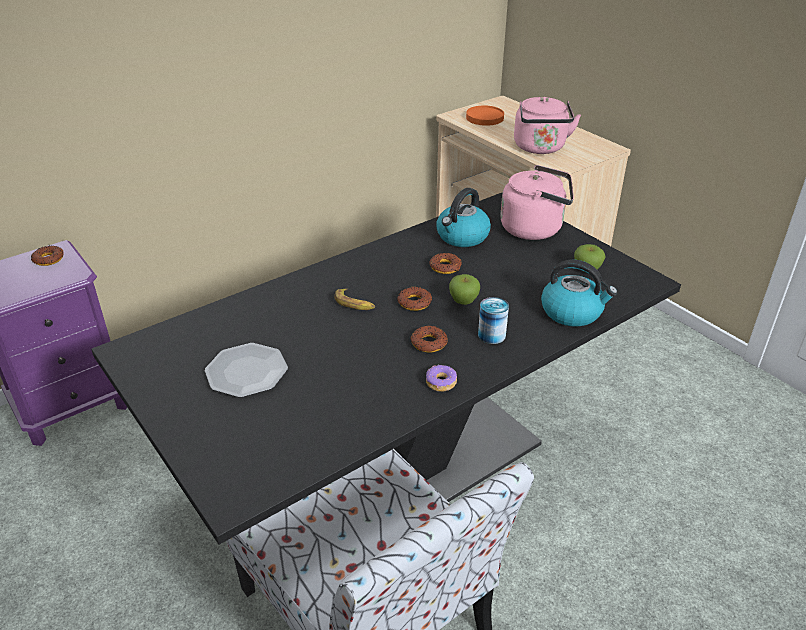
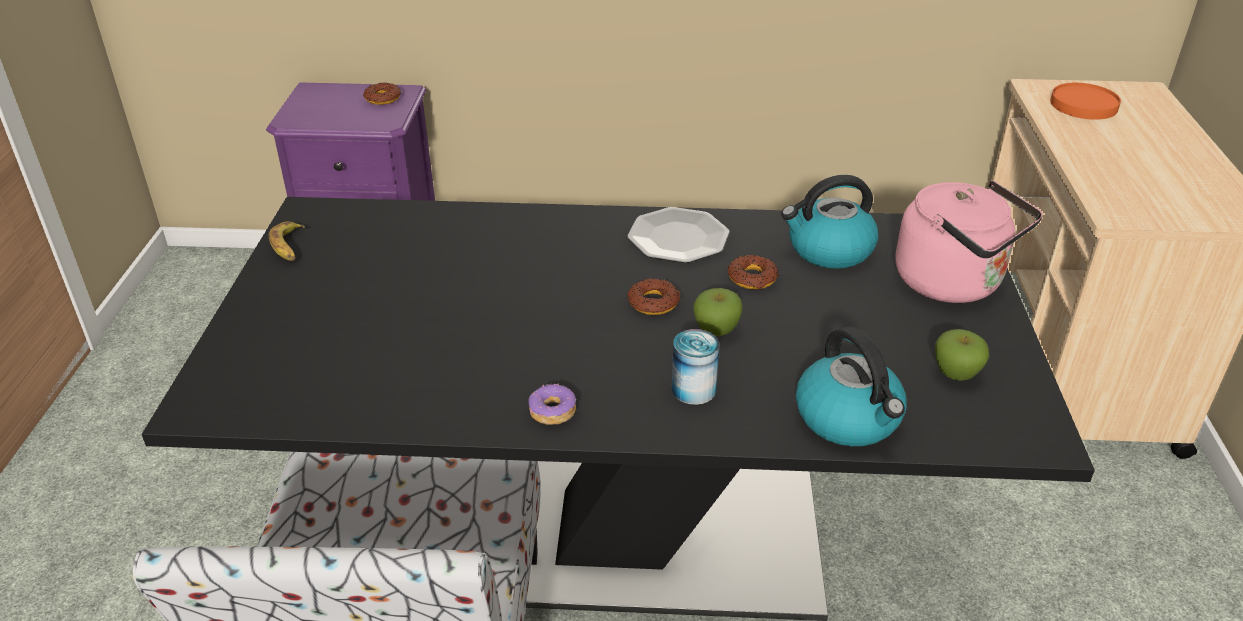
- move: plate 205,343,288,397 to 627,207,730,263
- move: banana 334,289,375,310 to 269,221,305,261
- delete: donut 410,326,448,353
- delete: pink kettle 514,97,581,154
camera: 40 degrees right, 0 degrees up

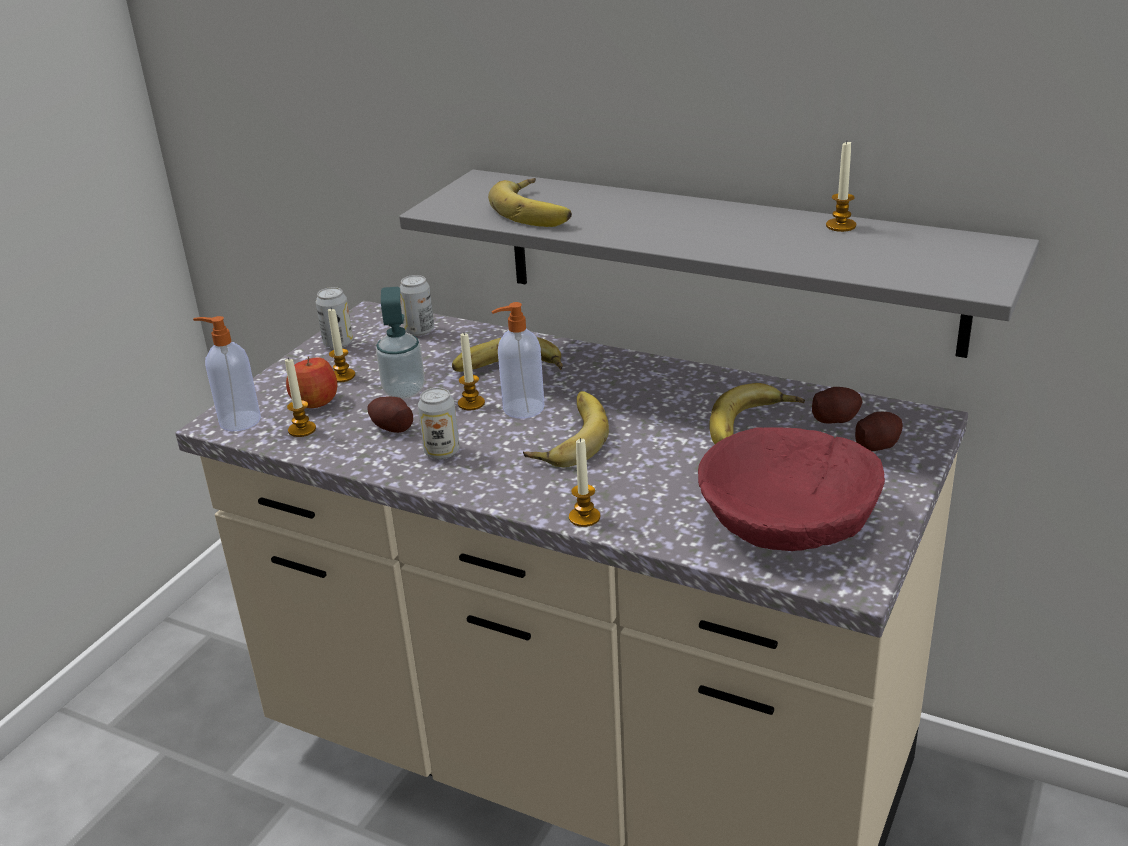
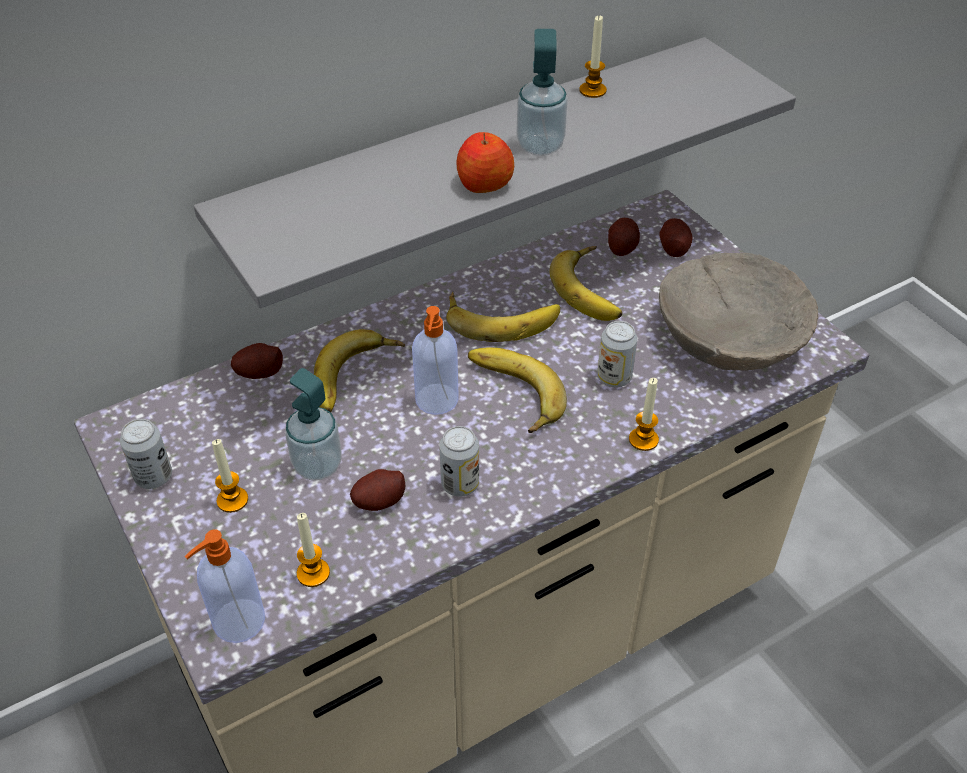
- move: apple 286,356,337,408 to 456,132,514,193
- move: can 400,275,434,336 to 597,321,638,387
- delete: candle 458,333,485,410
- move: banana 488,178,572,227 to 446,292,560,342
- recolor: red bowl 698,427,885,551 to beige bowl 659,253,818,371
- insert: potato 231,343,283,379
- insert: soap dispenser 517,29,568,156
camera: 60 degrees left, 15 degrees up

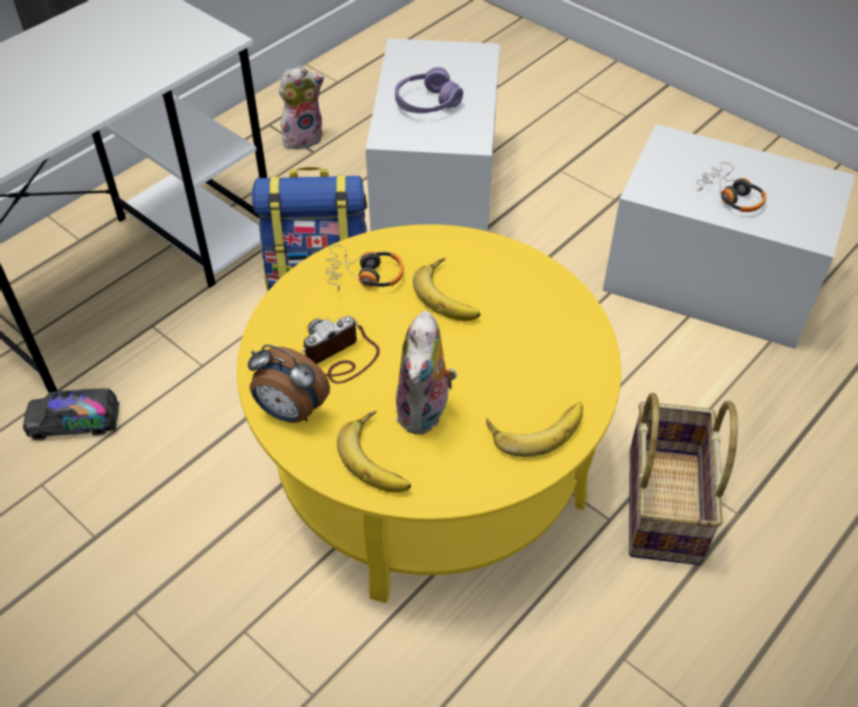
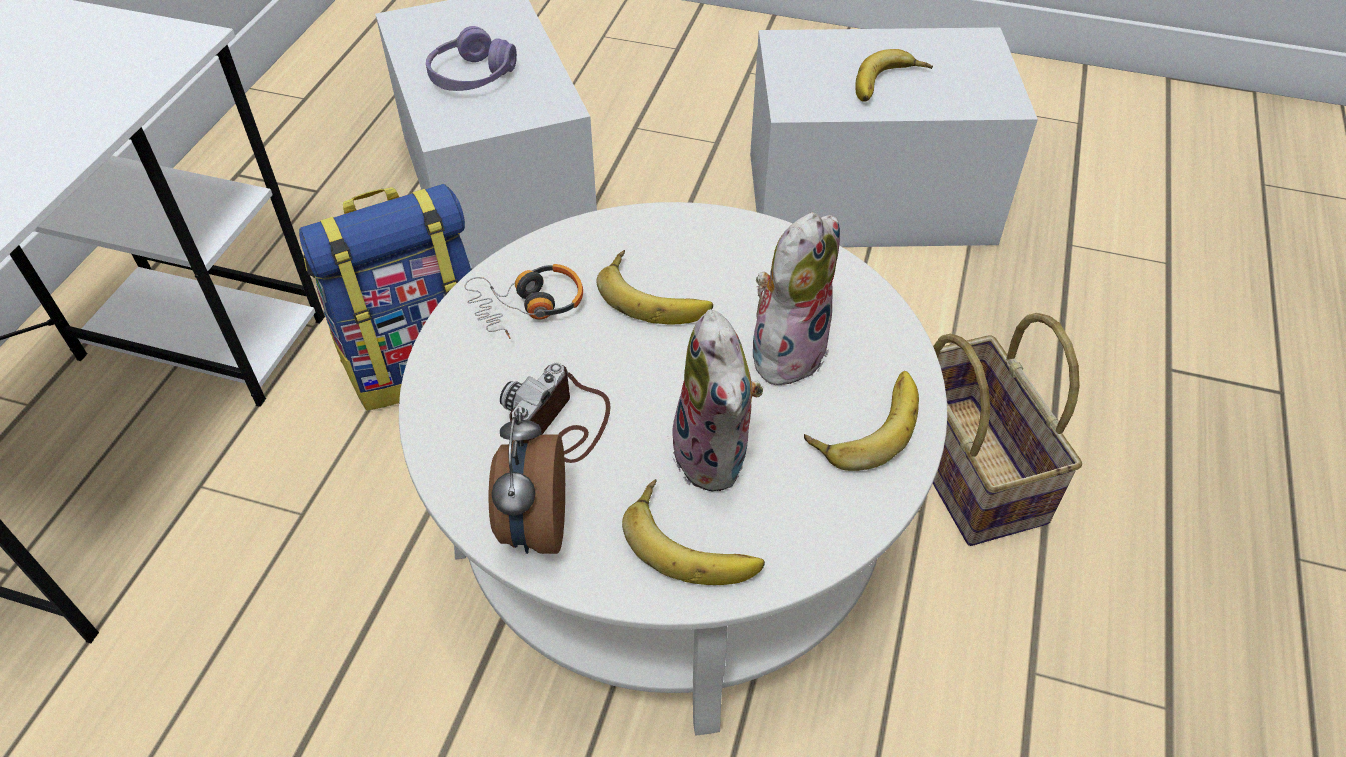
- delete: toy truck 23,388,120,441
- recolor: yellow coffee table 237,224,621,603 to white coffee table 399,202,947,735
- rotate: alarm clock 248,345,330,423 = 489,412,565,554 90 degrees clockwise
- move: plush toy 279,66,324,149 to 753,212,840,392
- replace: headphones 696,162,766,212 to banana 855,49,933,102
camera: 25 degrees left, 0 degrees up

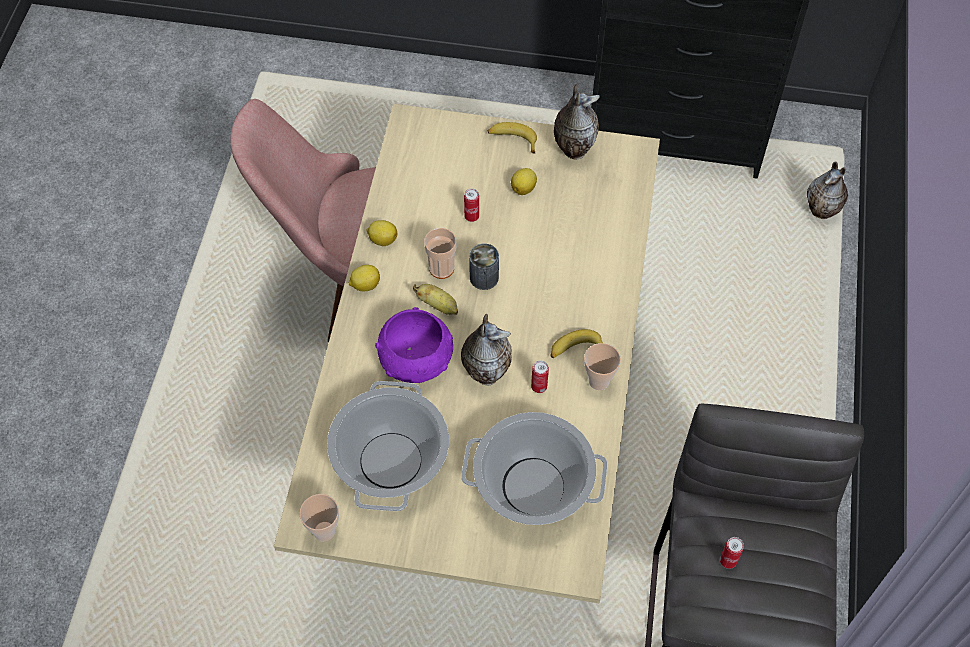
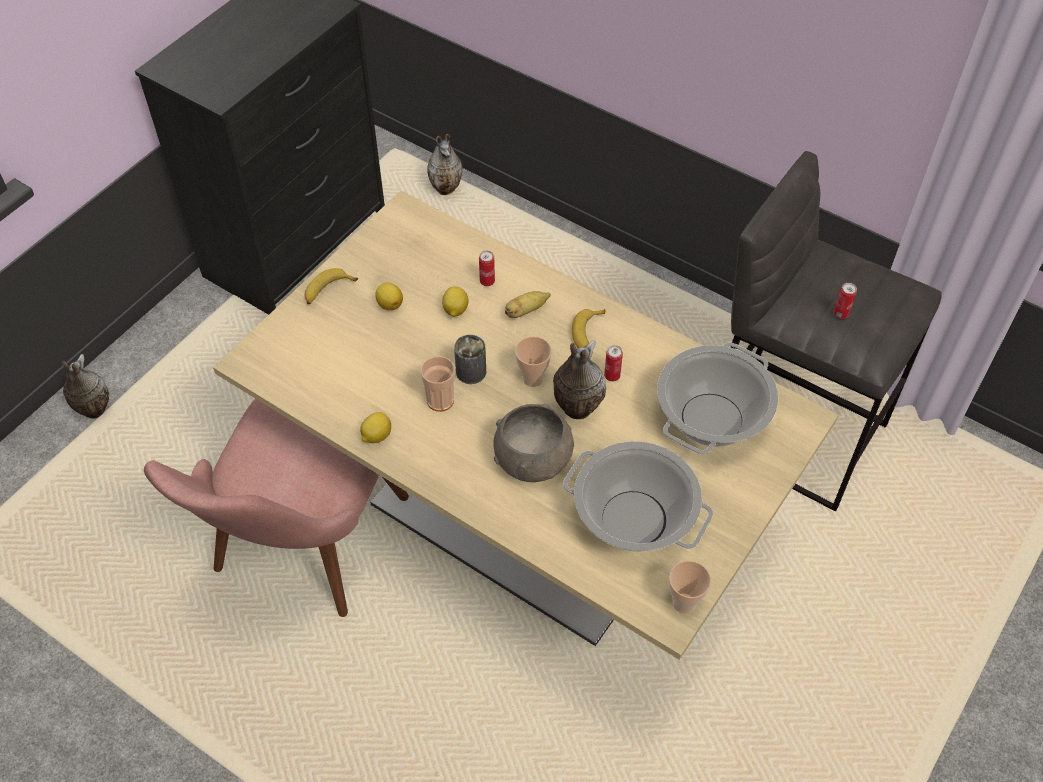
- move: lemon 349,265,380,291 to 442,286,469,317
- recolor: purple bowl 375,307,453,383 to grey bowl 493,404,574,482
- move: banana 413,284,458,315 to 505,291,551,318
- move: can 464,189,479,222 to 479,250,495,286
- move: vase 554,84,600,160 to 62,354,109,419
- move: cup 584,343,621,390 to 515,336,552,387
camera: 65 degrees left, 5 degrees down

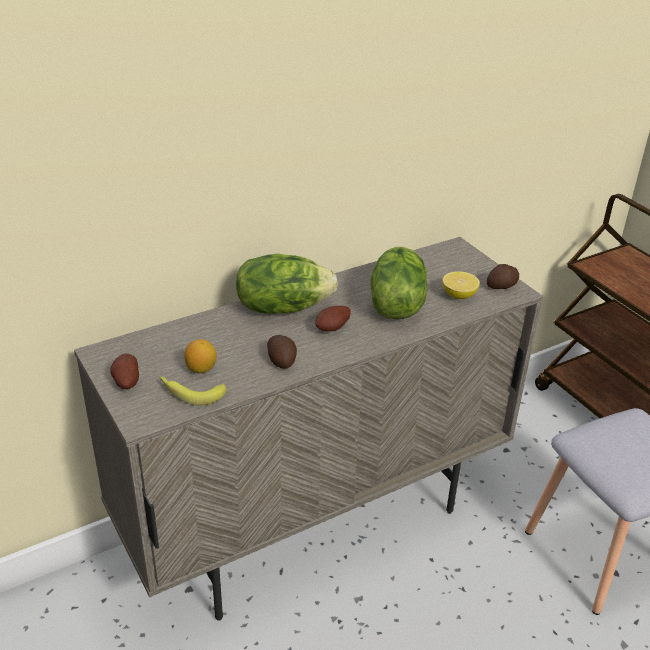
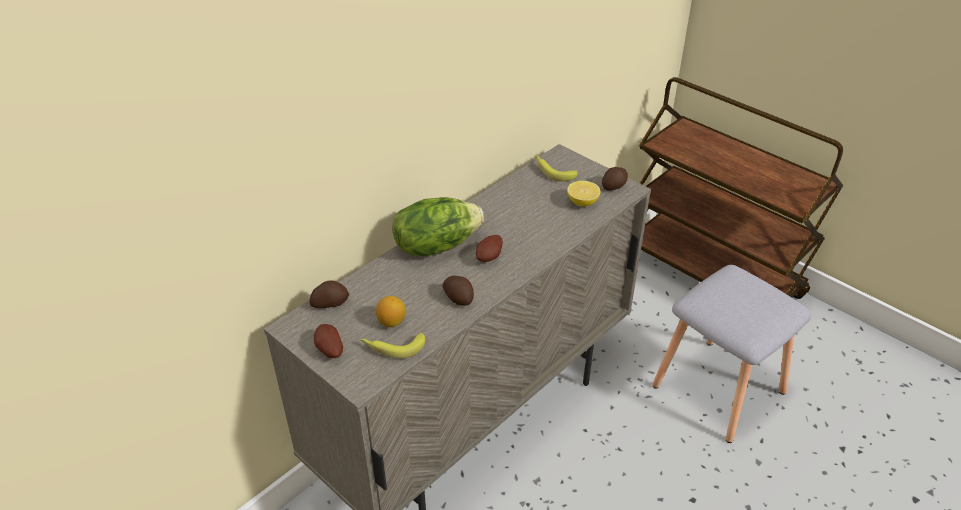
- delete: lettuce 370,246,427,320
- insert: potato 309,281,349,308
- insert: banana 536,155,577,181
camera: 15 degrees left, 5 degrees up

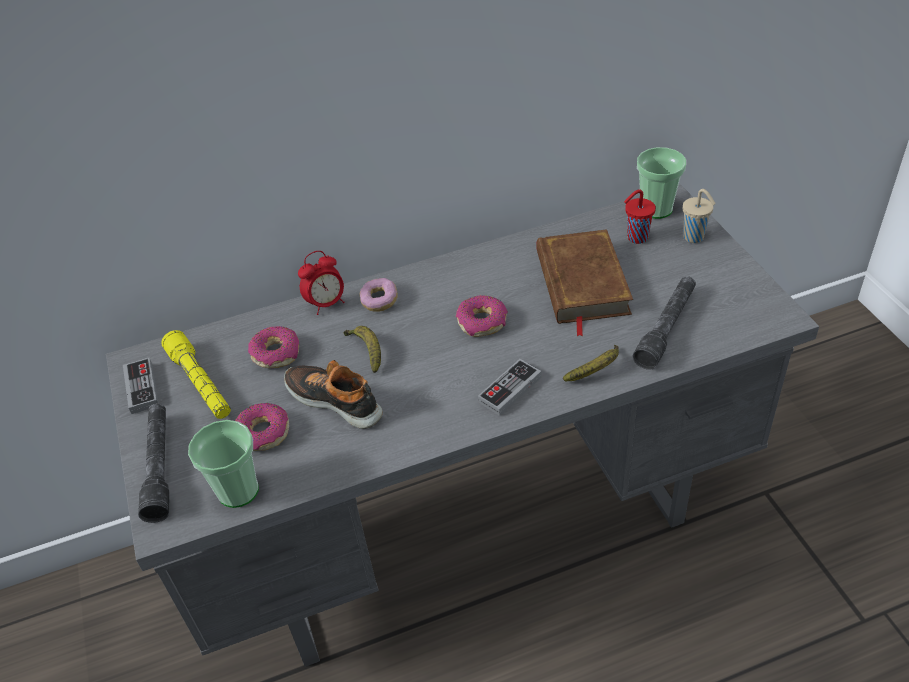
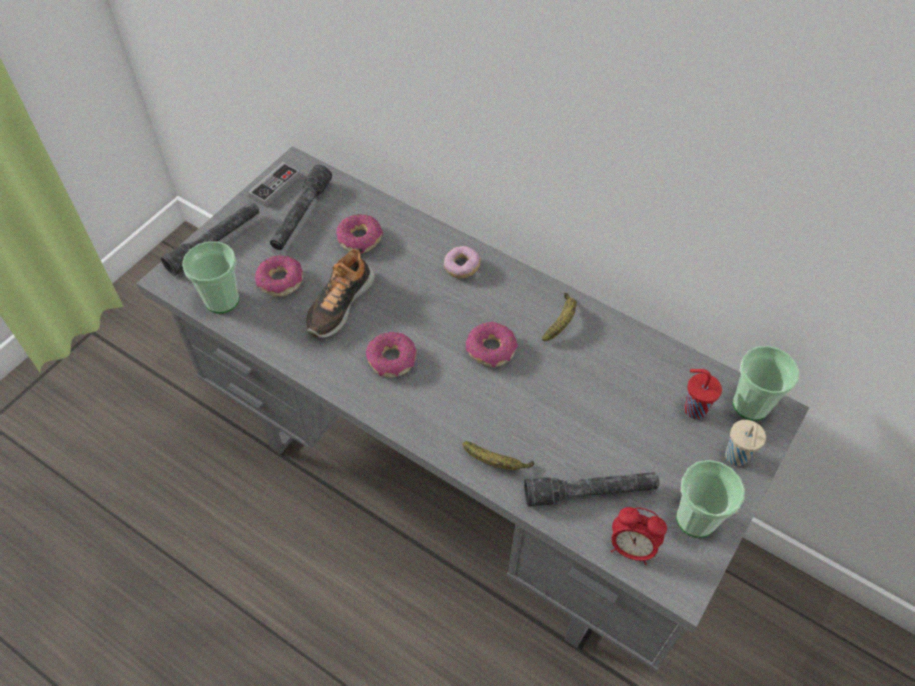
- recolor: yellow flashlight 161,330,231,419 to grey flashlight 270,164,332,250
- rotate: shoe 284,360,383,429 = 306,248,375,338 150 degrees counterclockwise
- move: alarm clock 298,251,345,315 to 611,507,667,565
- move: banana 343,326,381,373 to 542,293,576,341
- delete: game controller 478,359,541,416
- delete: brown book 536,229,633,336
- insert: donut 366,332,416,377
- insert: cup 676,460,745,538
camera: 50 degrees right, 10 degrees up

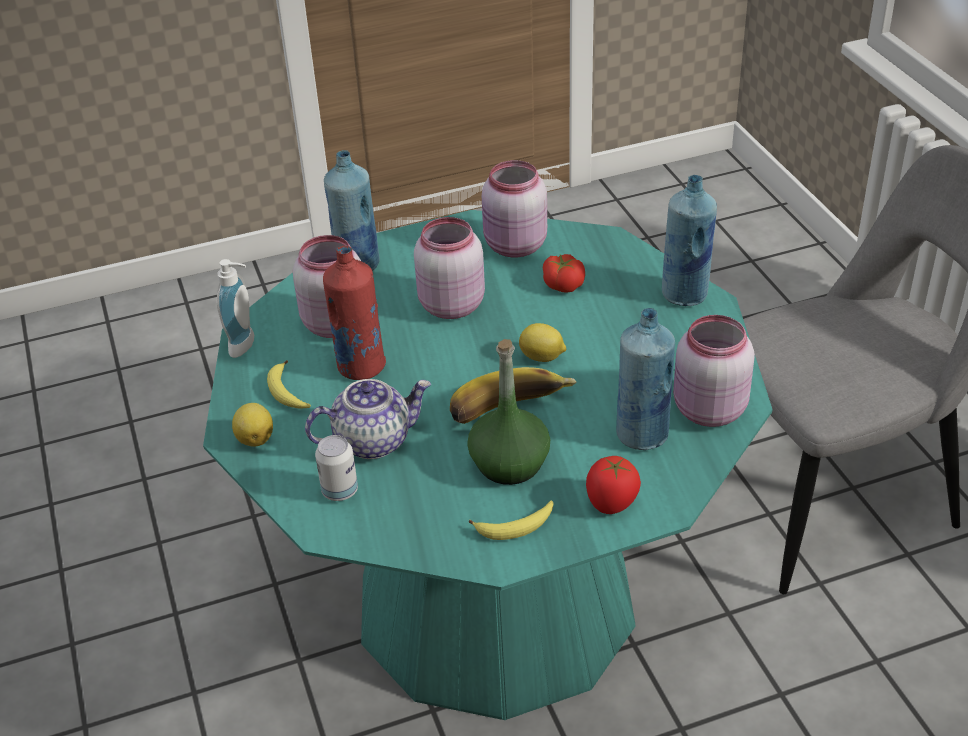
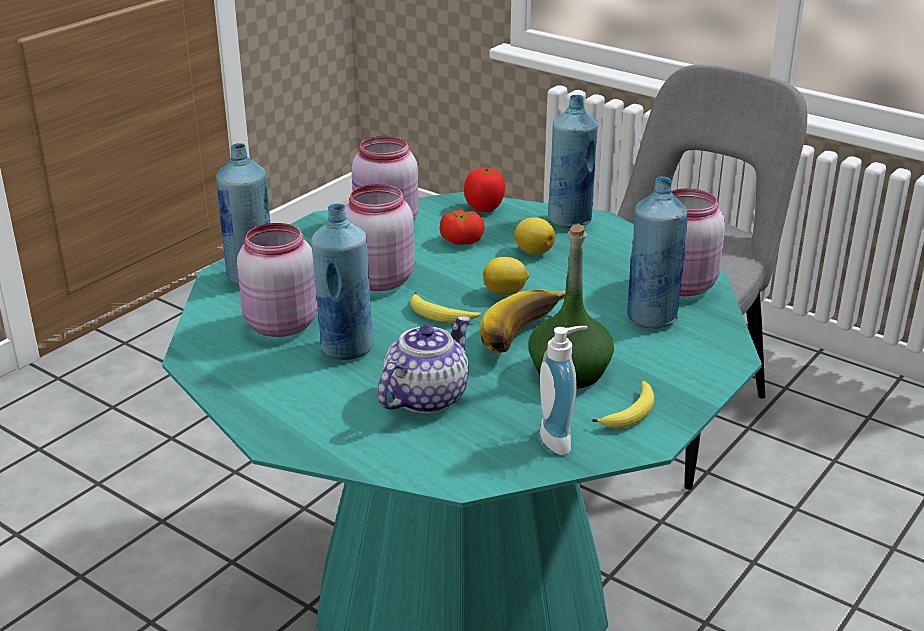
- move: soap dispenser 217,259,254,358 to 540,326,588,455
- move: lemon 232,403,273,447 to 514,217,555,255
- move: banana 267,360,311,409 to 411,292,481,323
- delete: can 315,435,358,501
- recolor: red bottle 323,246,386,380 to blue bottle 311,203,374,360
- move: tomato 586,456,641,514 to 464,168,505,212
camera: 35 degrees left, 10 degrees down

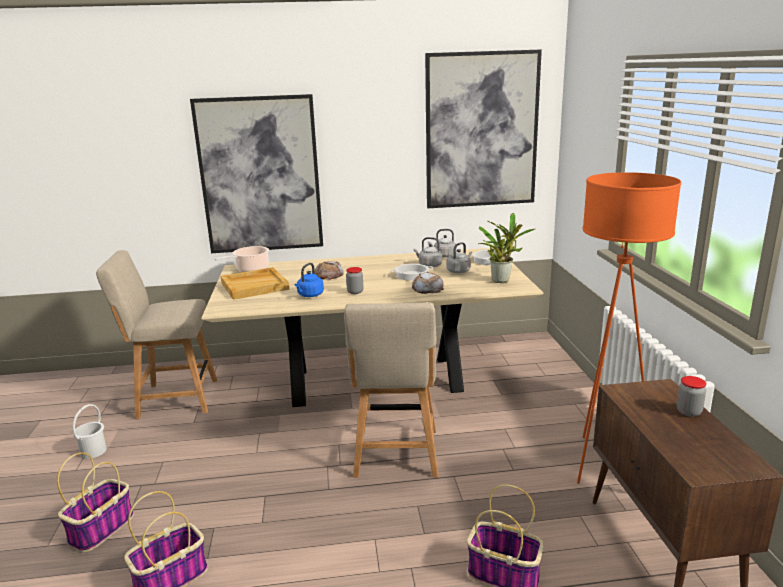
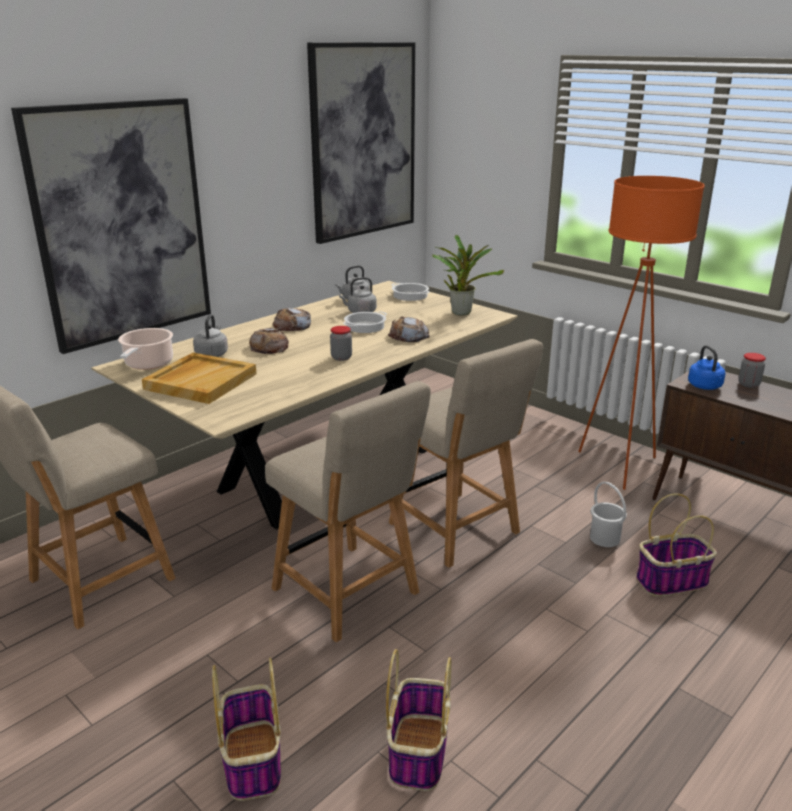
- move: white bucket 72,404,107,459 to 590,482,627,547
- move: blue kettle 294,263,324,297 to 688,345,725,390
- move: grey kettle 446,242,472,273 to 193,314,228,357
- insert: beige chair 265,381,431,642
- insert: bread 273,308,311,331
camera: 40 degrees left, 5 degrees up

